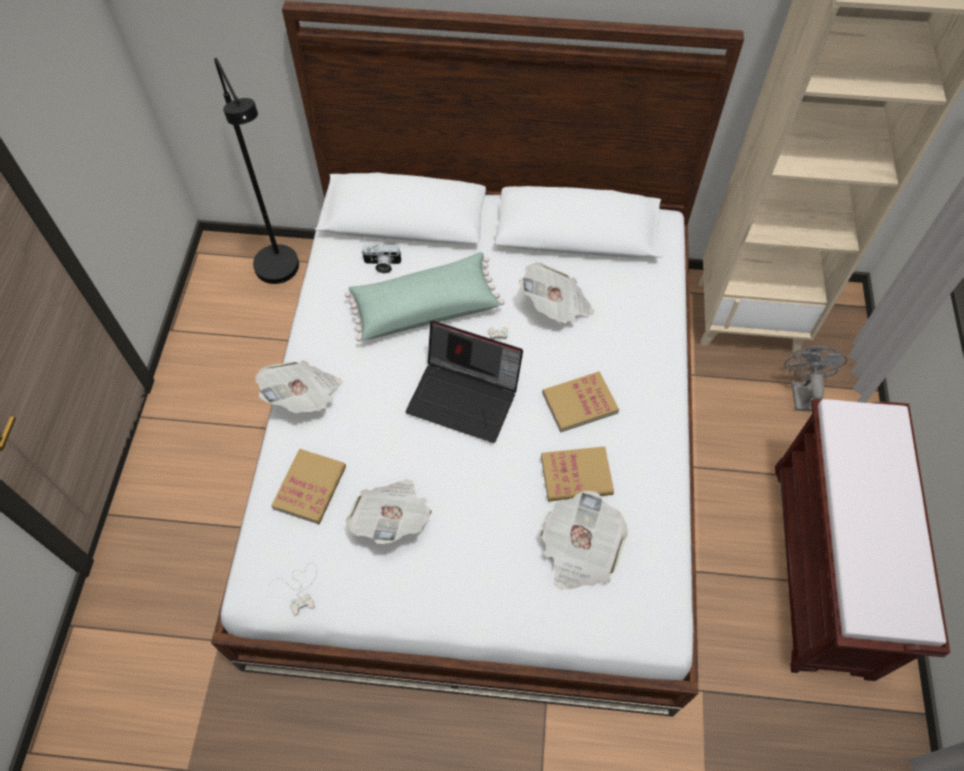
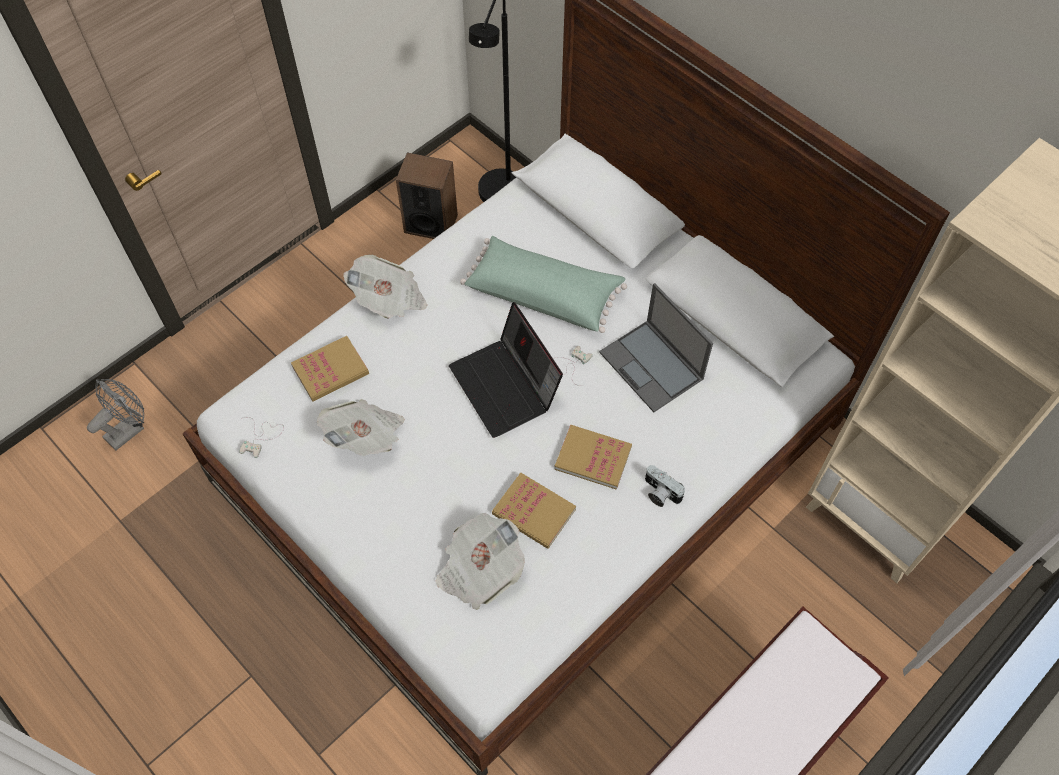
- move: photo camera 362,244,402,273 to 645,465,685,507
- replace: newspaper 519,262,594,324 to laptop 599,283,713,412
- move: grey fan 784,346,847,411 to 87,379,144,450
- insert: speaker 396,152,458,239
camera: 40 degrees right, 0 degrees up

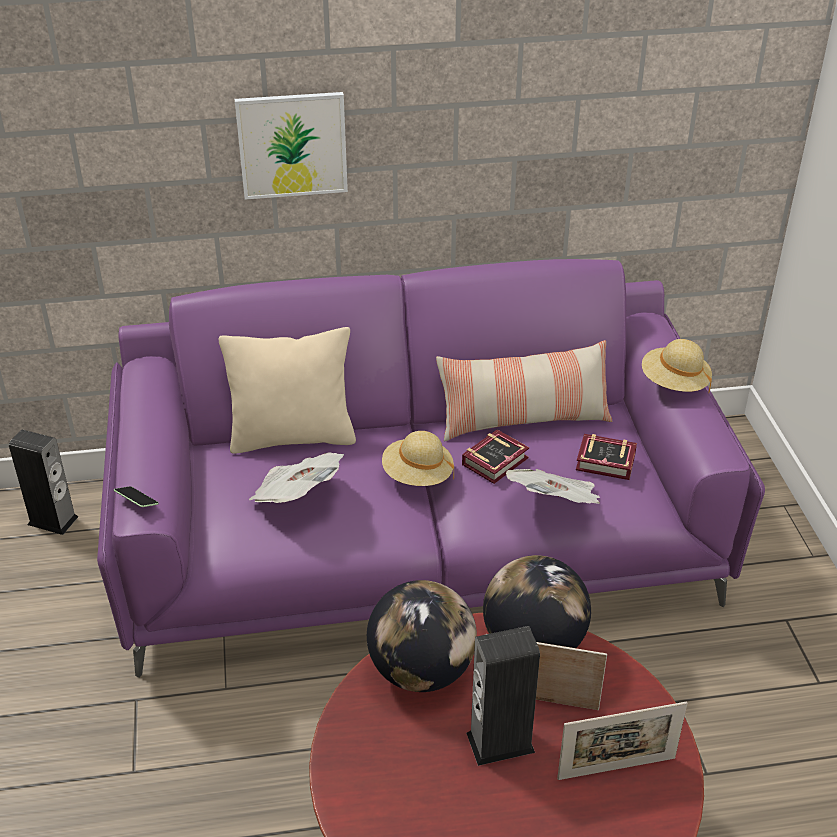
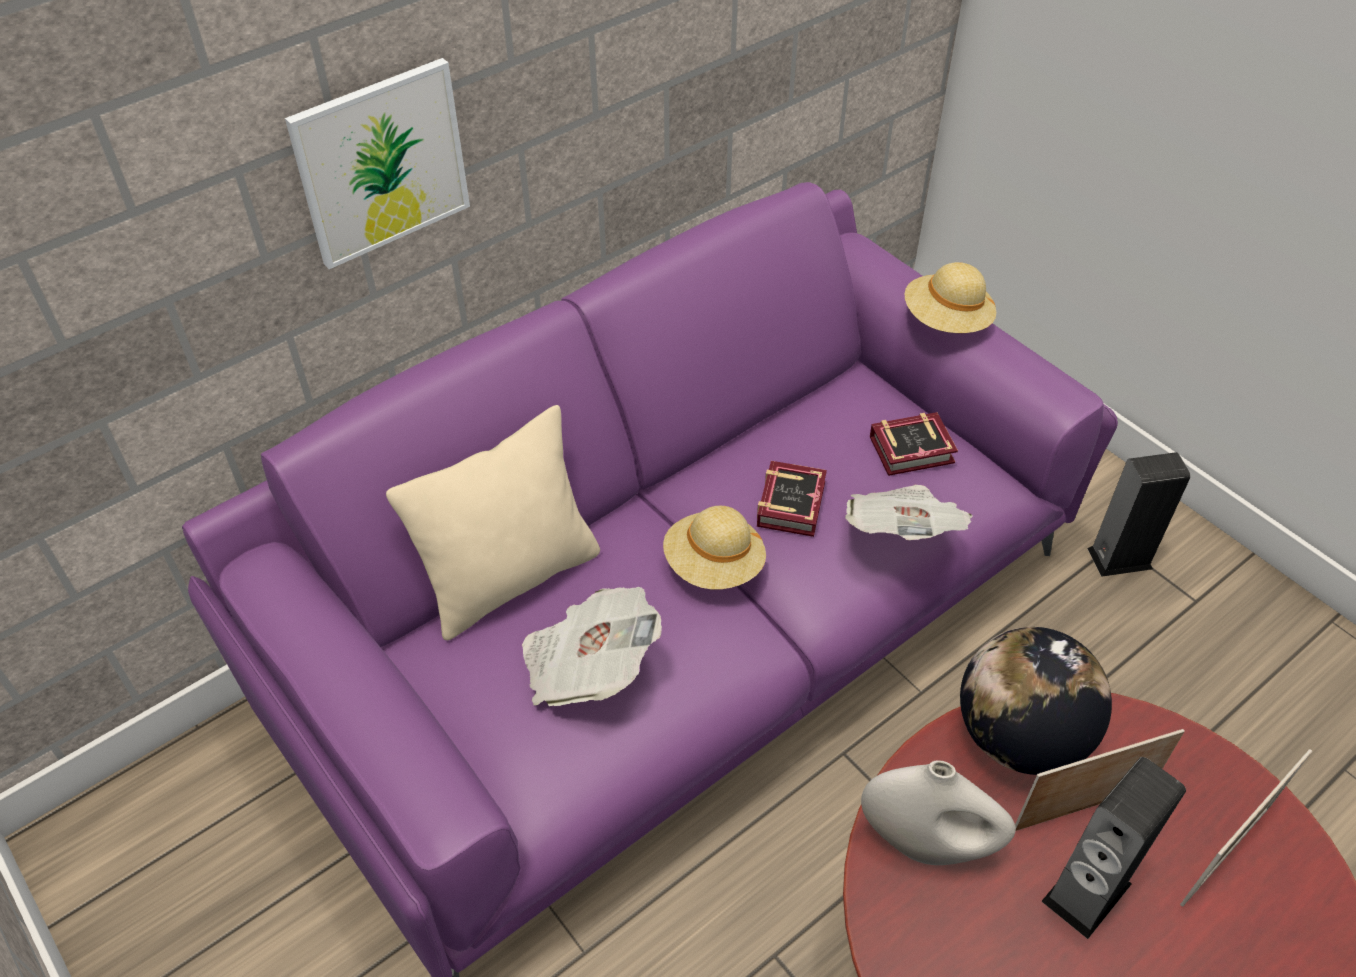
- move: speaker 9,430,78,535 to 1087,452,1190,577
- delete: phone 114,486,159,507
- replace: globe 367,580,477,692 to white vase 861,760,1016,865
- delete: pillow 436,340,612,442
camera: 30 degrees left, 10 degrees up

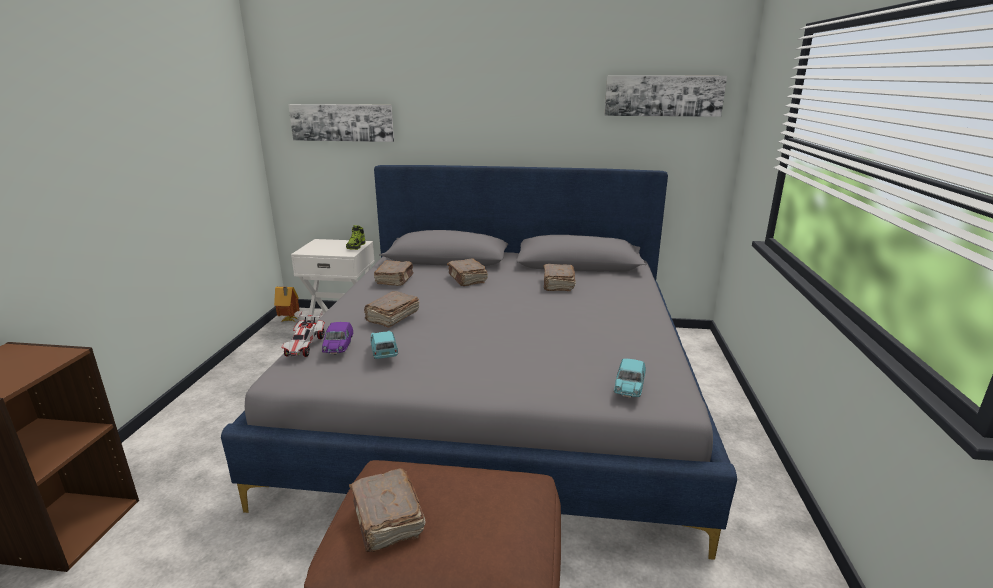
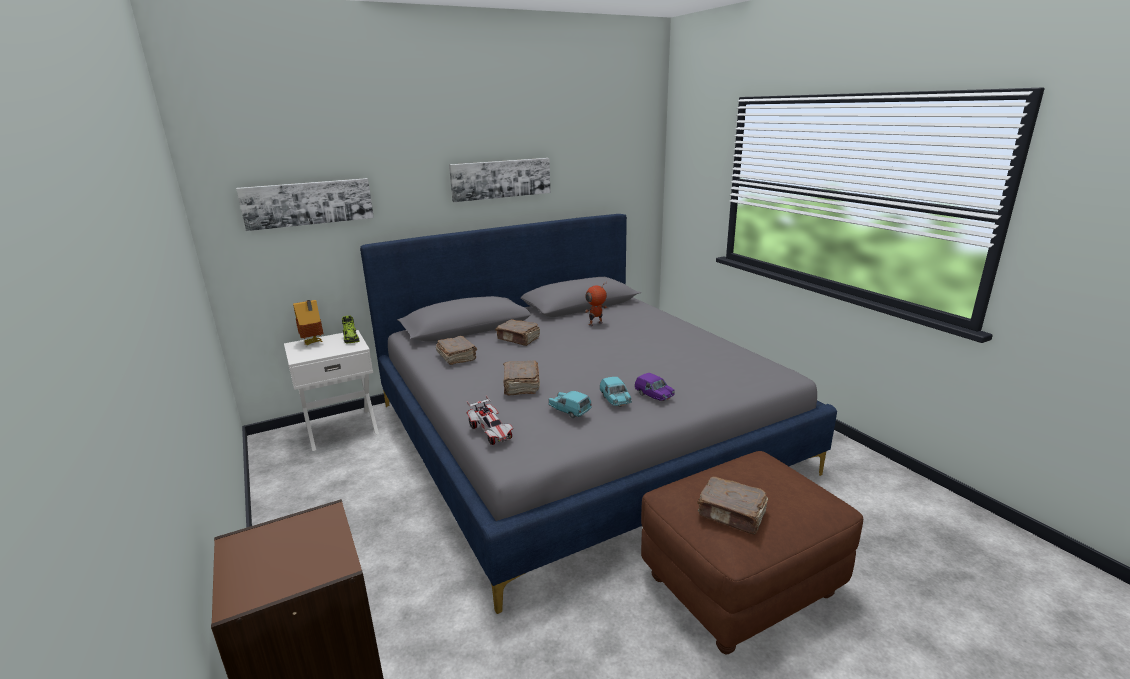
- move: toy house 274,287,300,322 to 293,300,324,345
- move: purple toy car 322,322,354,355 to 635,373,675,401
- replace: brown book 543,264,576,291 to toy robot 585,282,607,326
- move: picture 604,76,727,117 to 449,158,550,202
- move: turquoise toy car 614,359,646,398 to 600,377,632,407
camera: 35 degrees left, 0 degrees up

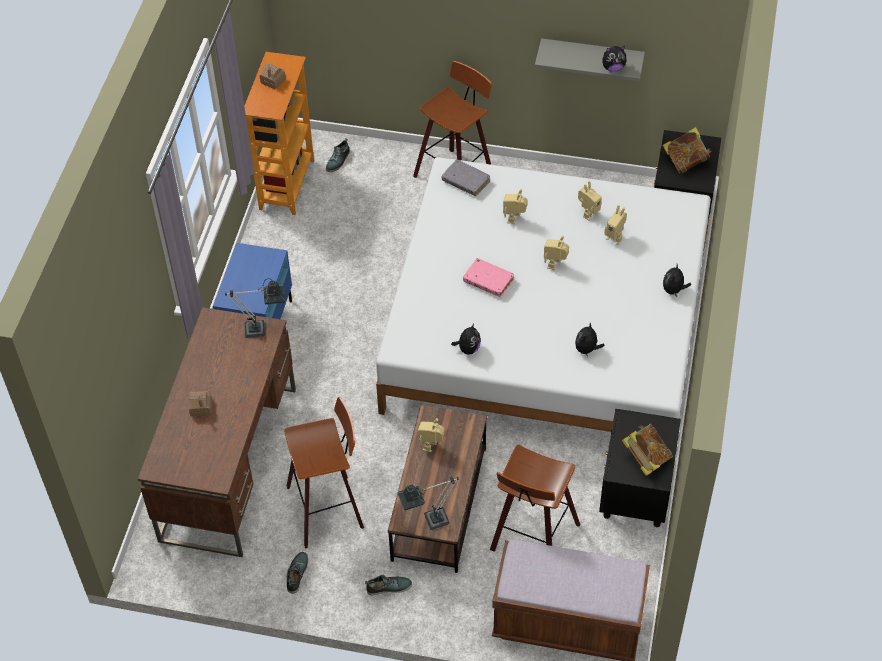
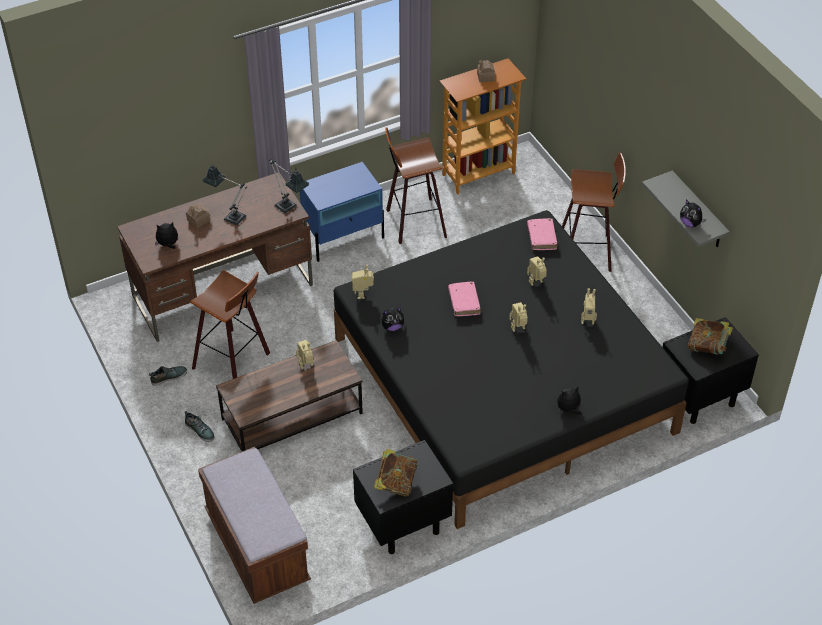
- delete: shoe 326,138,350,172
- recolor: white bed 376,157,711,432 to black bed 334,210,689,529
- move: table lamp 398,476,459,530 to 202,165,247,225
- recolor: grey book 442,159,490,196 to pink book 527,218,558,250
- move: stool 490,444,580,552 to 385,128,447,244
- move: plush toy 575,323,605,357 to 155,222,178,249
- move: toy robot 604,205,627,245 to 352,264,374,299
camera: 50 degrees right, 5 degrees down

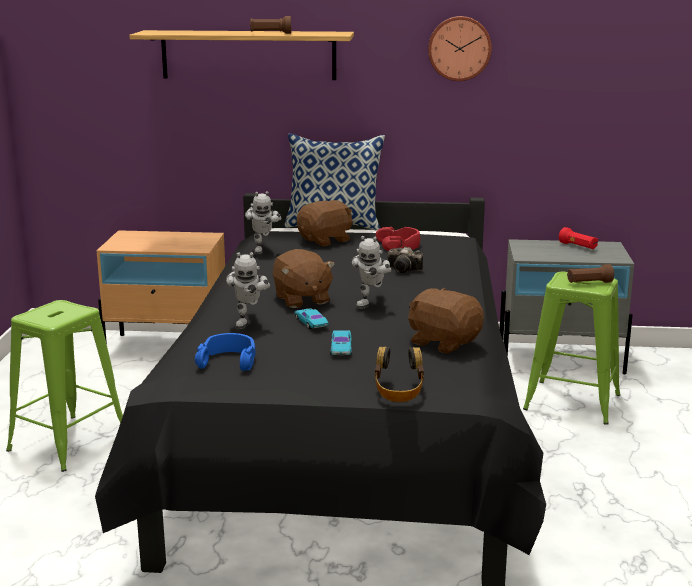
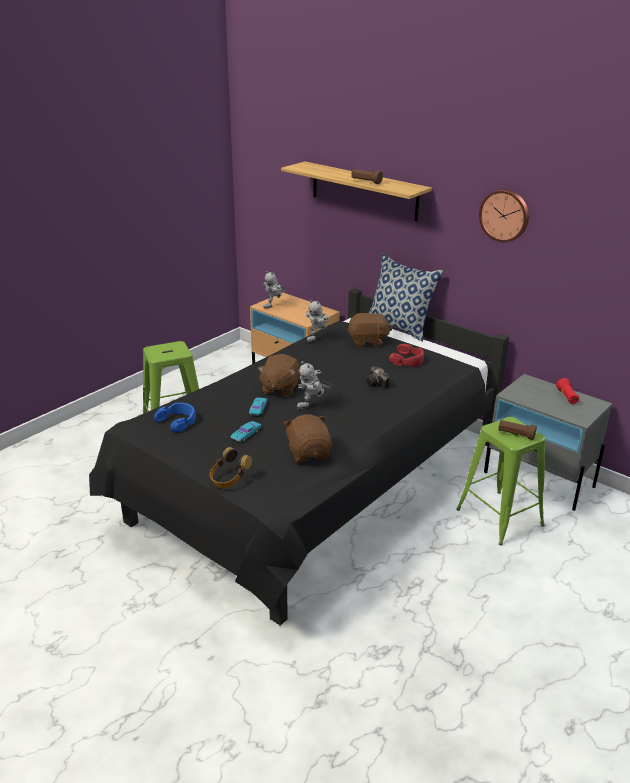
- move: toy robot 226,252,270,329 to 264,271,285,308
camera: 35 degrees right, 10 degrees up

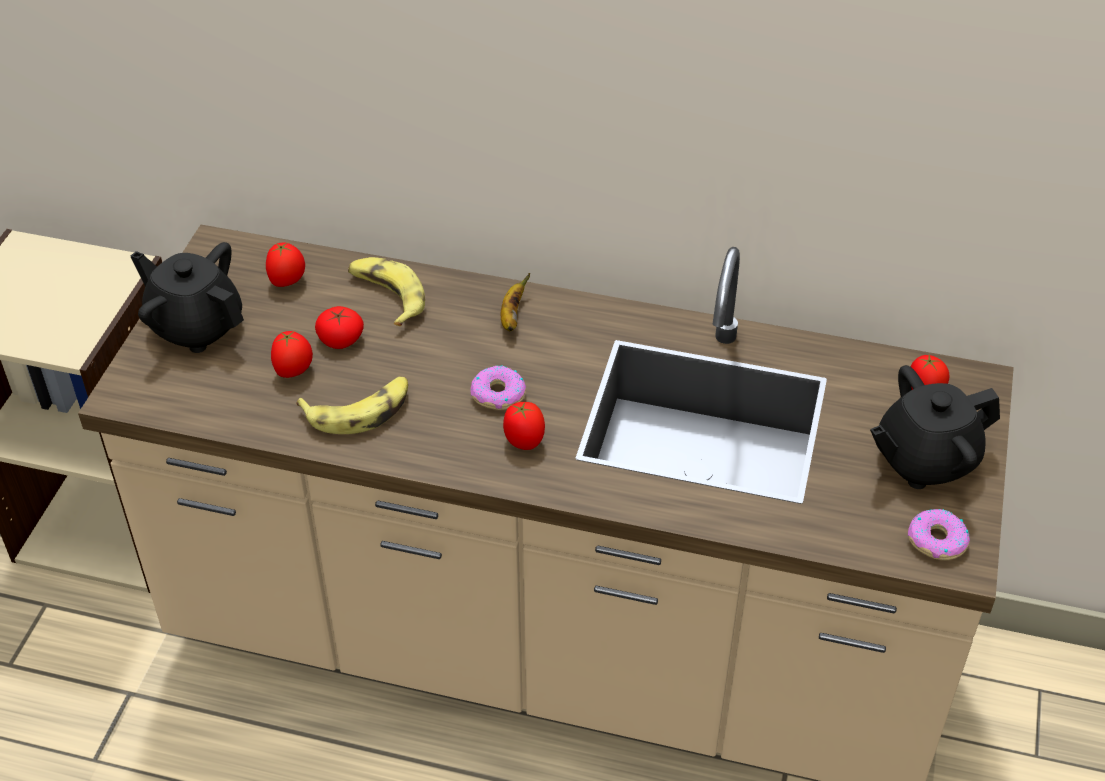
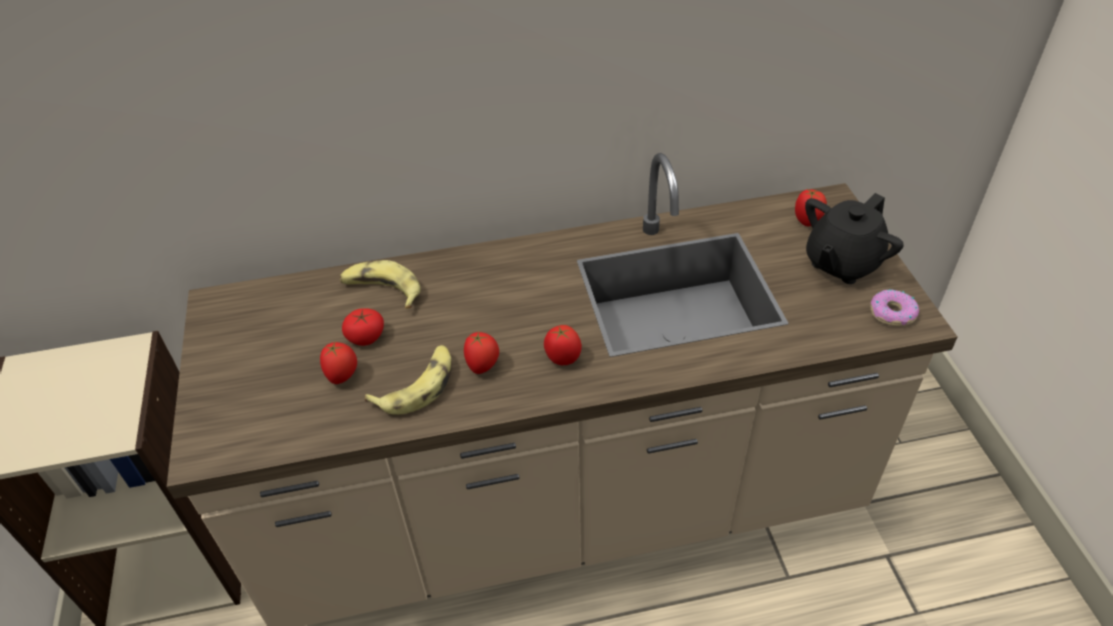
- delete: black teapot 131,242,244,353
- move: tomato 266,242,305,287 to 464,332,499,374
- delete: donut 471,366,526,410
- delete: banana 501,273,530,331
camera: 25 degrees left, 0 degrees up

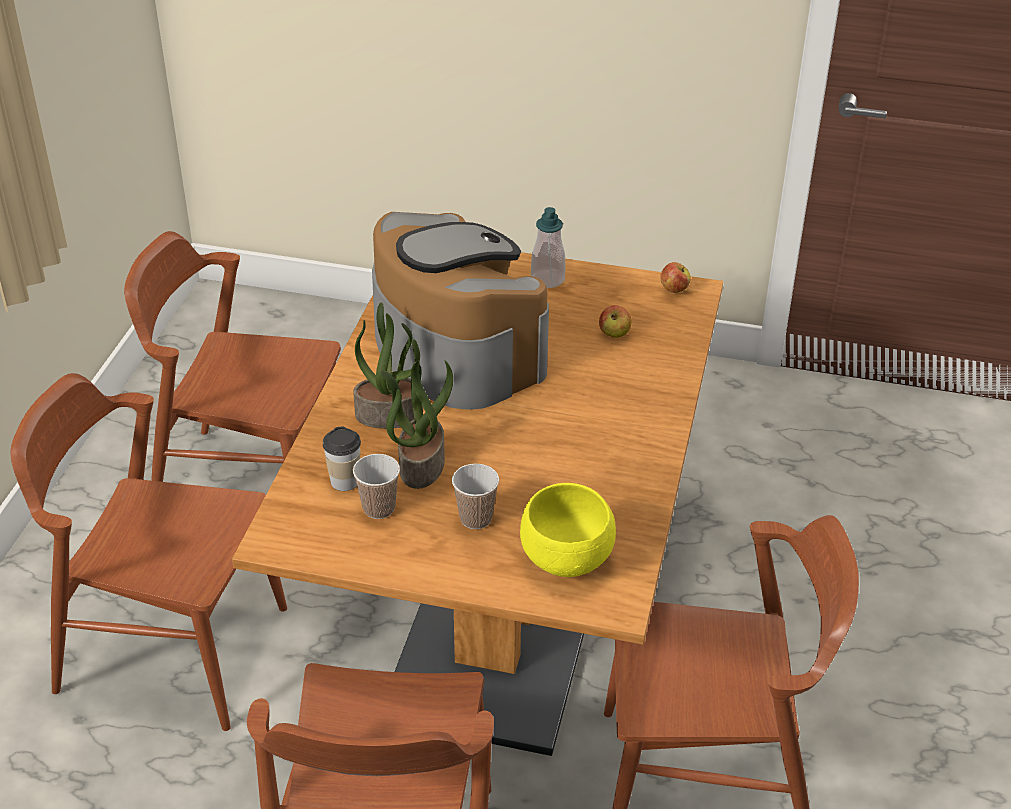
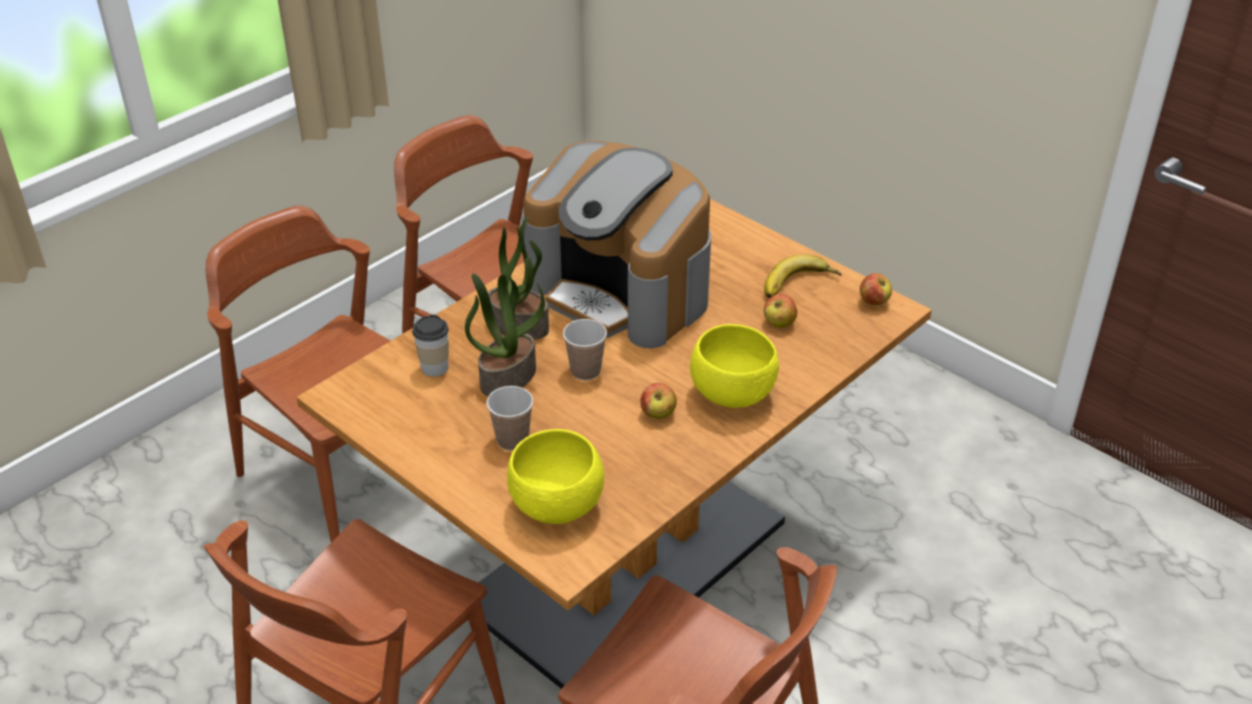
- move: cup 353,454,400,519 to 563,319,607,380
- rotate: coffee machine 372,212,549,409 = 522,141,711,348 135 degrees clockwise
- delete: soap dispenser 531,207,565,288
- insert: apple 640,383,677,419
- insert: yellow bowl 690,324,779,408
- insert: banana 764,254,842,298
camera: 30 degrees right, 0 degrees up

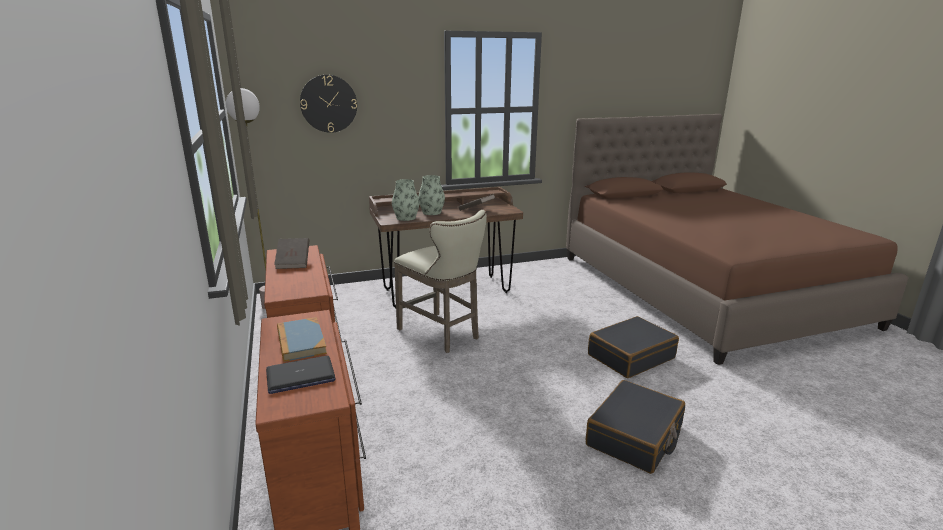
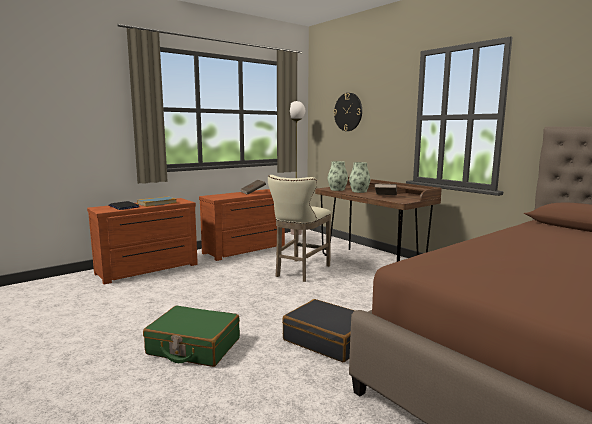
- recolor: black suitcase 586,380,685,474 to green suitcase 143,305,240,367
camera: 70 degrees right, 10 degrees down

